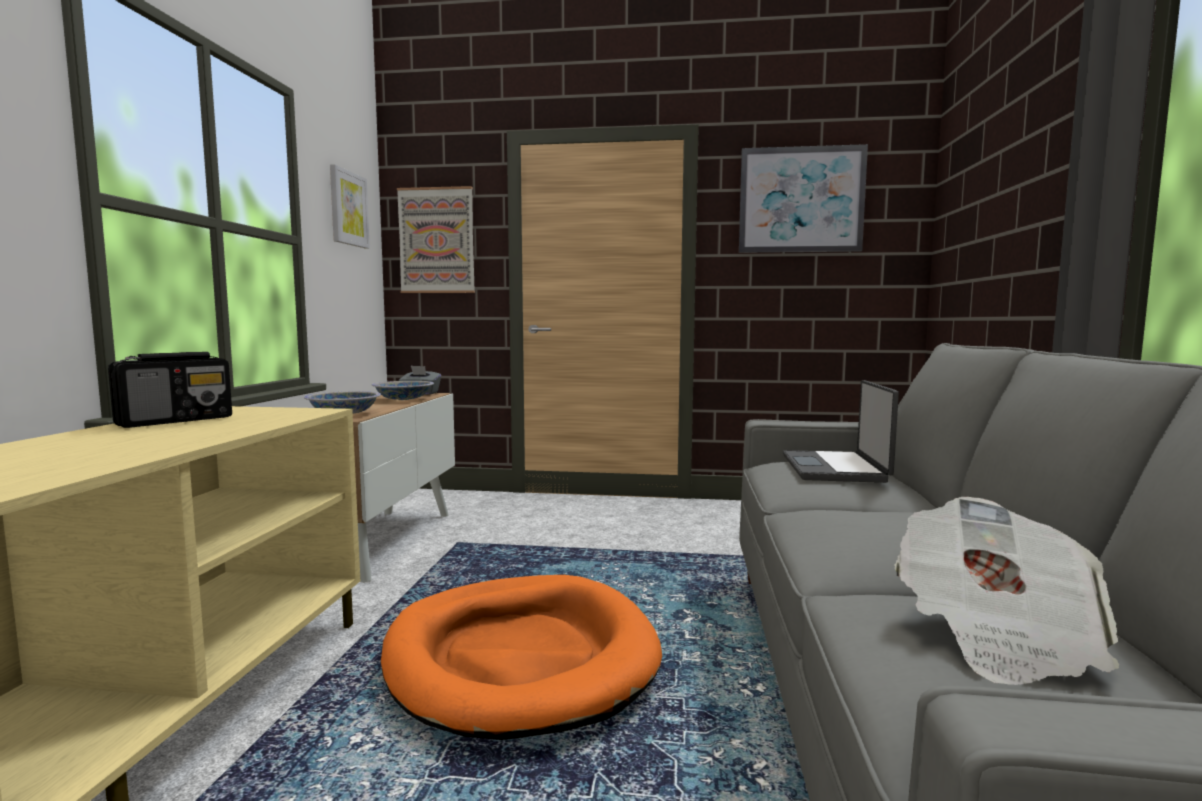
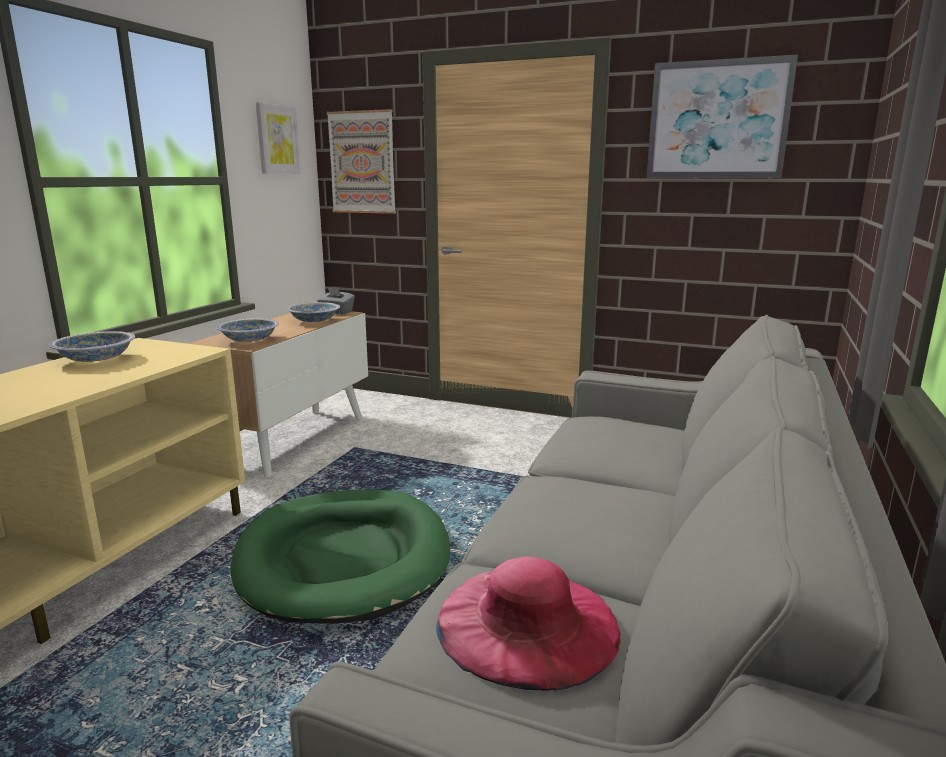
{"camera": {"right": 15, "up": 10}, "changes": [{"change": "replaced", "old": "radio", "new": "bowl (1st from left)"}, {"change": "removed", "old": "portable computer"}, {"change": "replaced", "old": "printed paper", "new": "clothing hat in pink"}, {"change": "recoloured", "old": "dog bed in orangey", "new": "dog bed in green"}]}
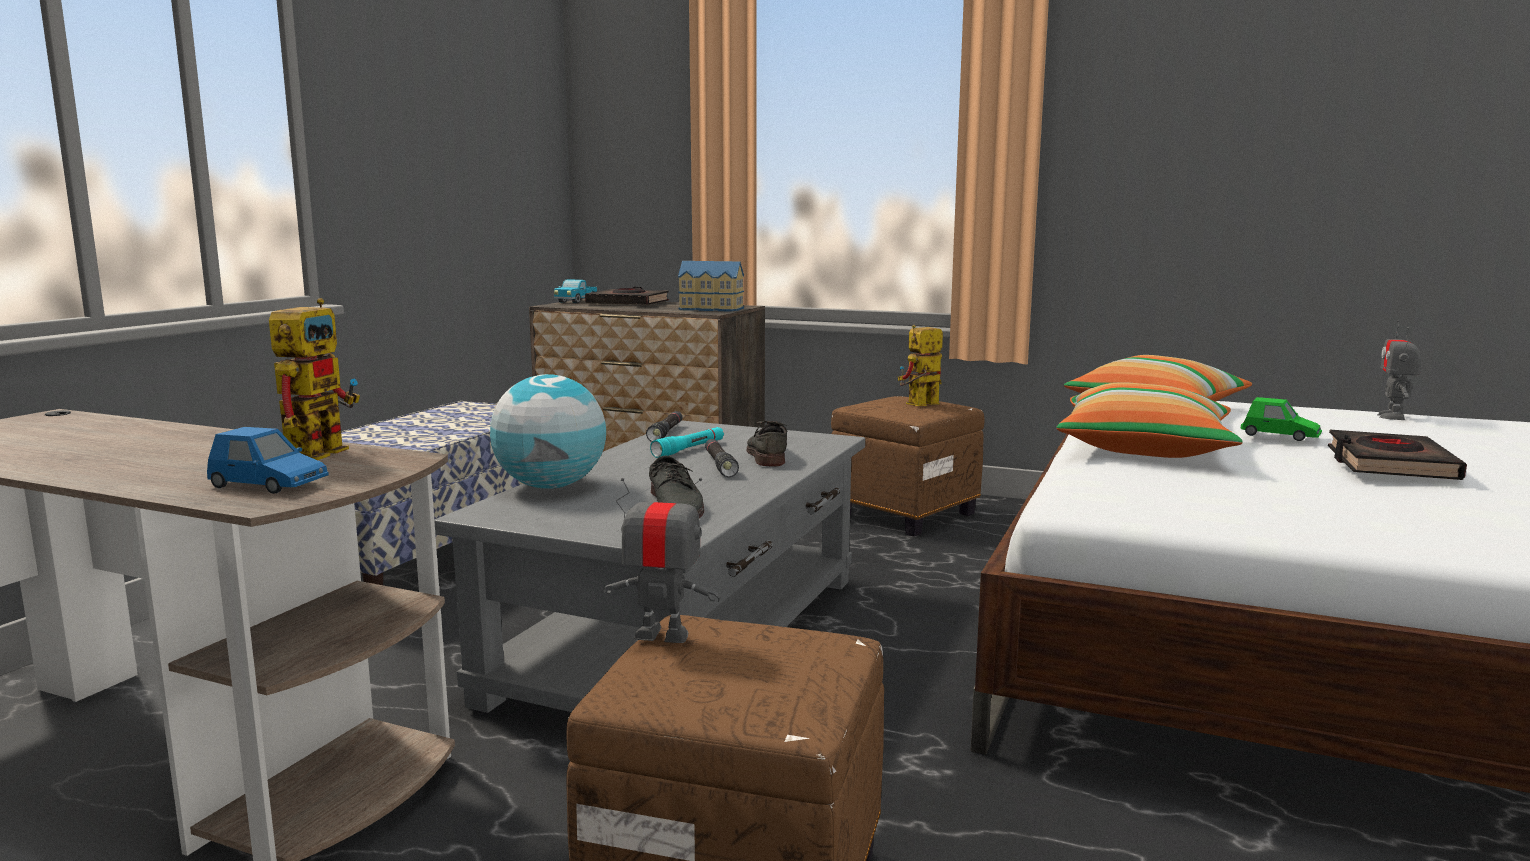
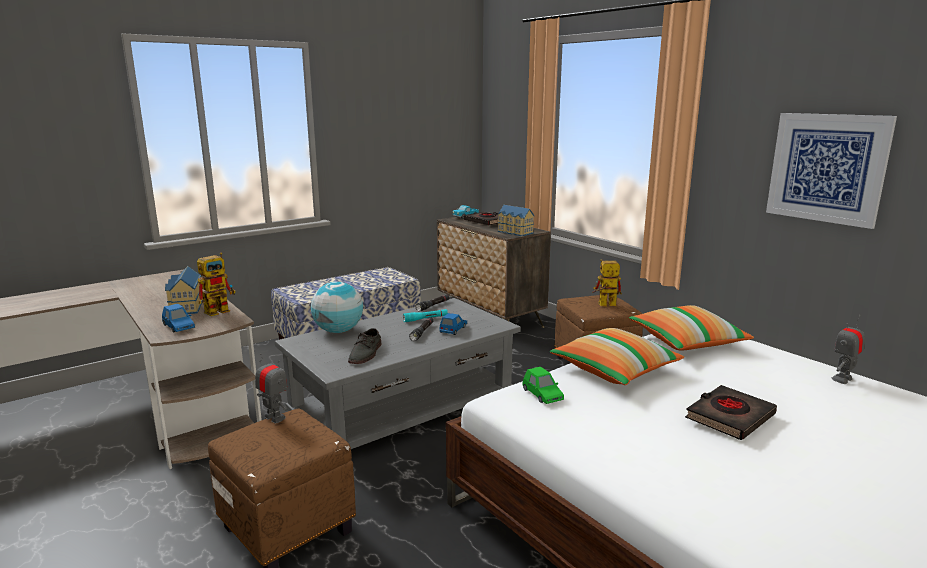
{"camera": {"right": 30, "up": 5}, "changes": [{"change": "moved", "old": "toy car in green"}, {"change": "replaced", "old": "low shoe in greyish (2nd from left)", "new": "toy car in bluish (2nd from left)"}, {"change": "added", "new": "wall art"}, {"change": "added", "new": "model house (1st from left)"}]}
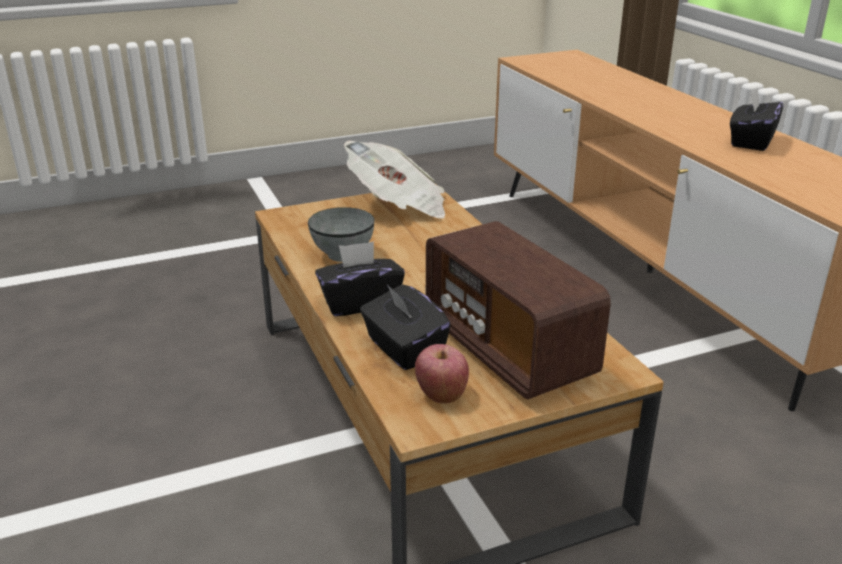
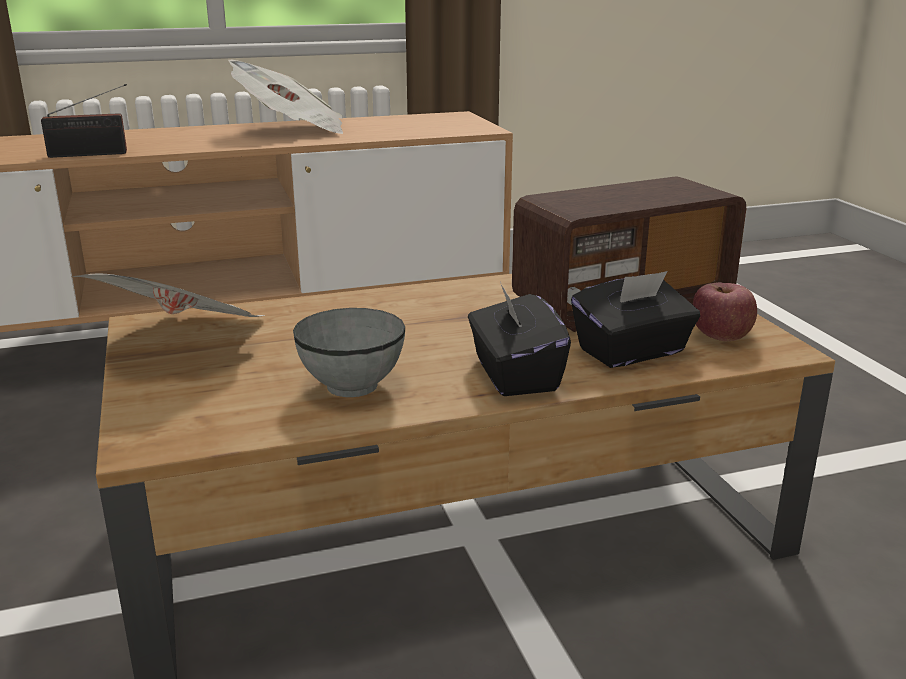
{"camera": {"right": -85, "up": -5}, "changes": [{"change": "replaced", "old": "box of tissues in blackish (3rd from left)", "new": "printed paper (2nd from left)"}, {"change": "added", "new": "radio (1st from left)"}]}
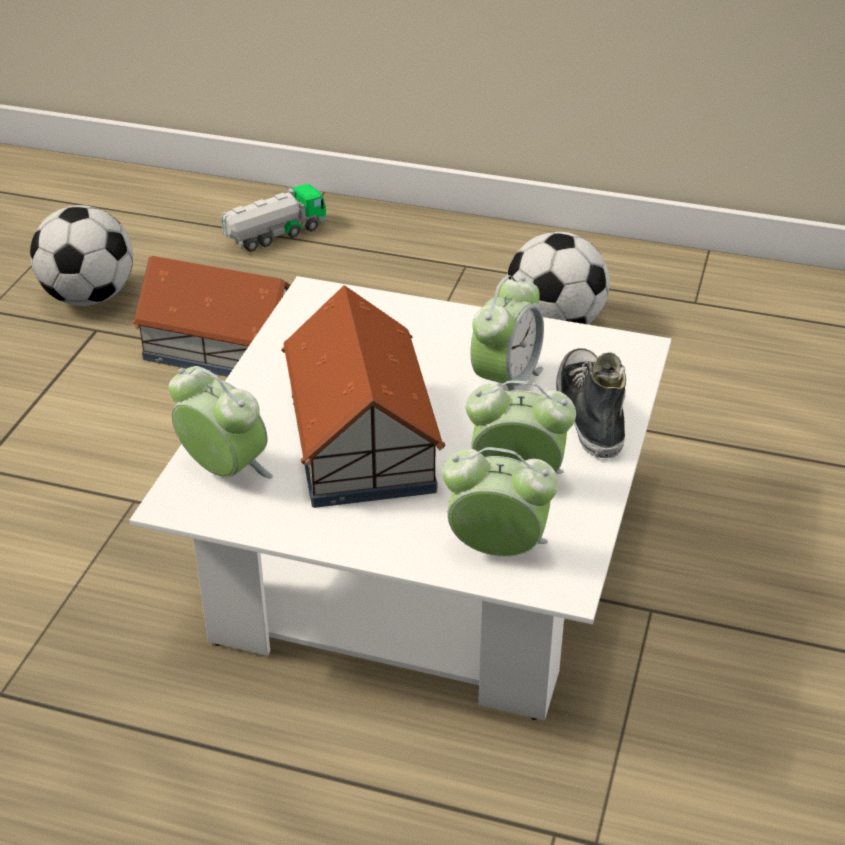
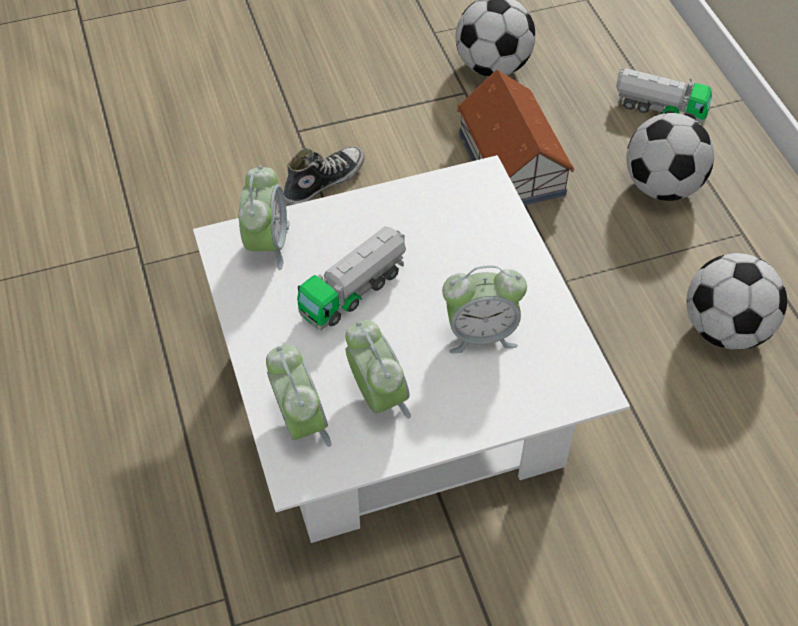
{"camera": {"right": 55, "up": 15}, "changes": [{"change": "replaced", "old": "model house (2nd from left)", "new": "toy truck (1st from left)"}, {"change": "moved", "old": "low shoe"}, {"change": "added", "new": "football ball (2nd from left)"}]}
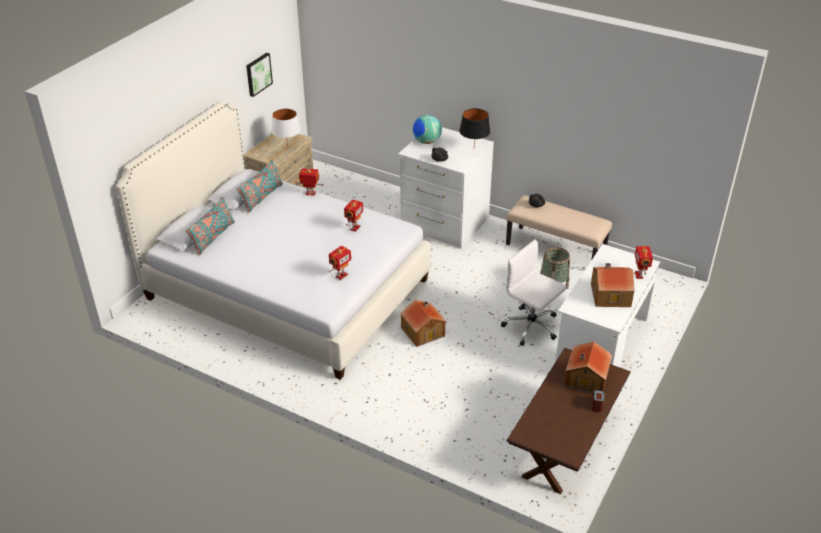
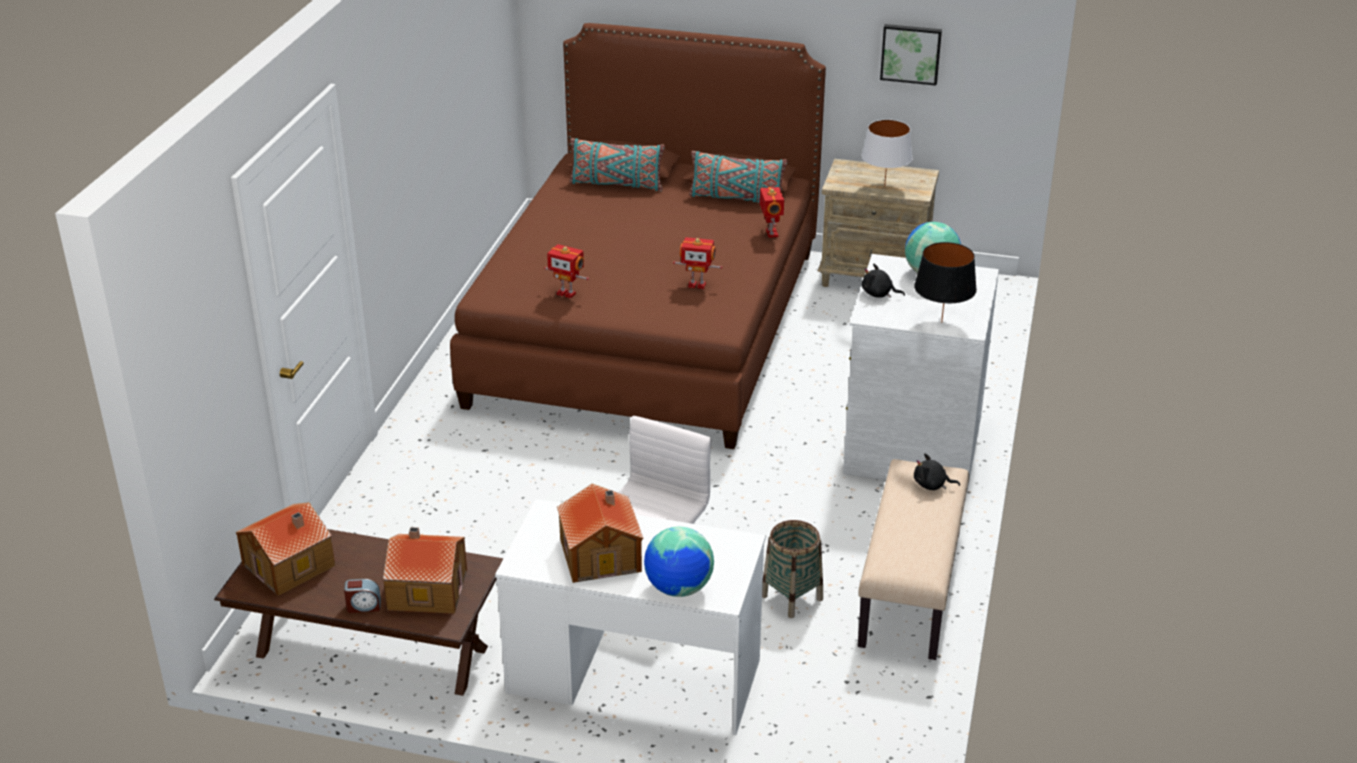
{"camera": {"right": 75, "up": -5}, "changes": [{"change": "recoloured", "old": "bedroom bed in white", "new": "bedroom bed in brownish"}, {"change": "replaced", "old": "toy robot (4th from left)", "new": "desk globe (1st from left)"}, {"change": "moved", "old": "model house (1st from left)"}]}
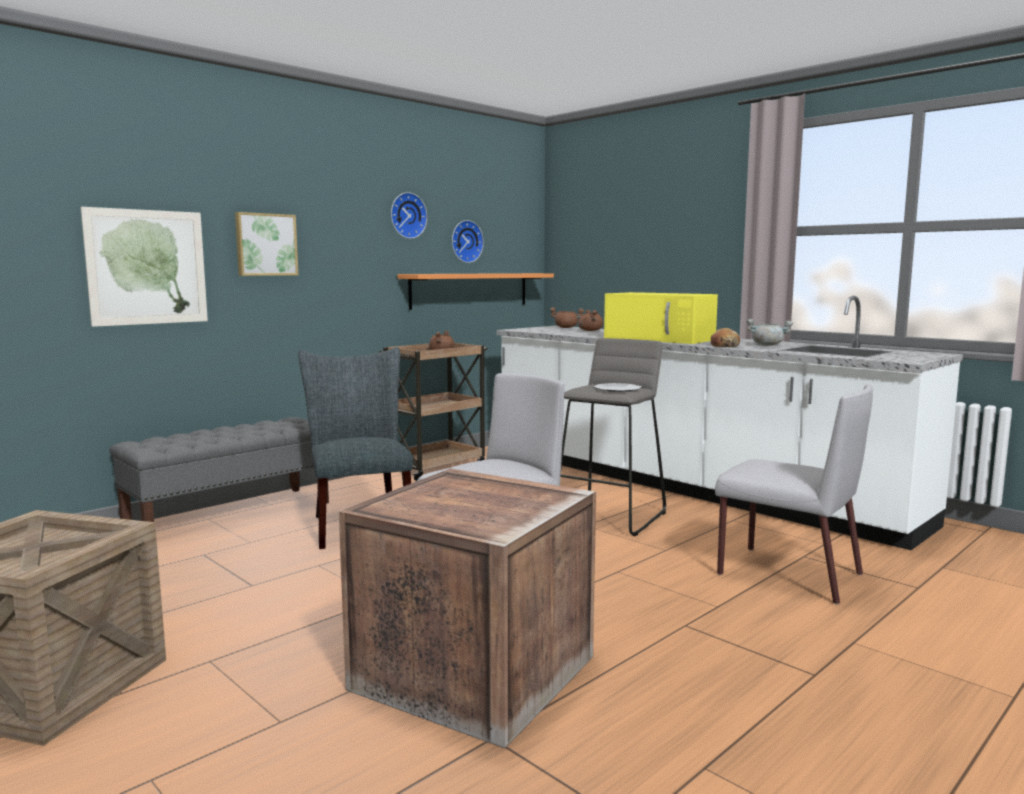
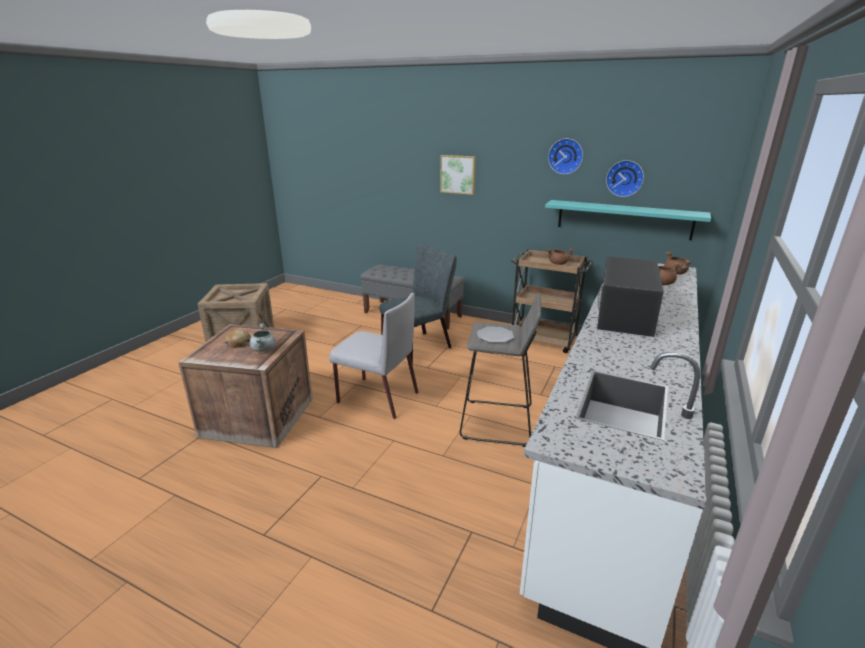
{"camera": {"right": 70, "up": 15}, "changes": [{"change": "removed", "old": "wall art (1st from left)"}, {"change": "recoloured", "old": "shelf in orangey", "new": "shelf in turquoise"}, {"change": "recoloured", "old": "microwave in yellow-coloured", "new": "microwave in blackish"}, {"change": "moved", "old": "cooking pot in greyish"}, {"change": "moved", "old": "bread"}, {"change": "removed", "old": "upright chair in greyish (3rd from left)"}]}
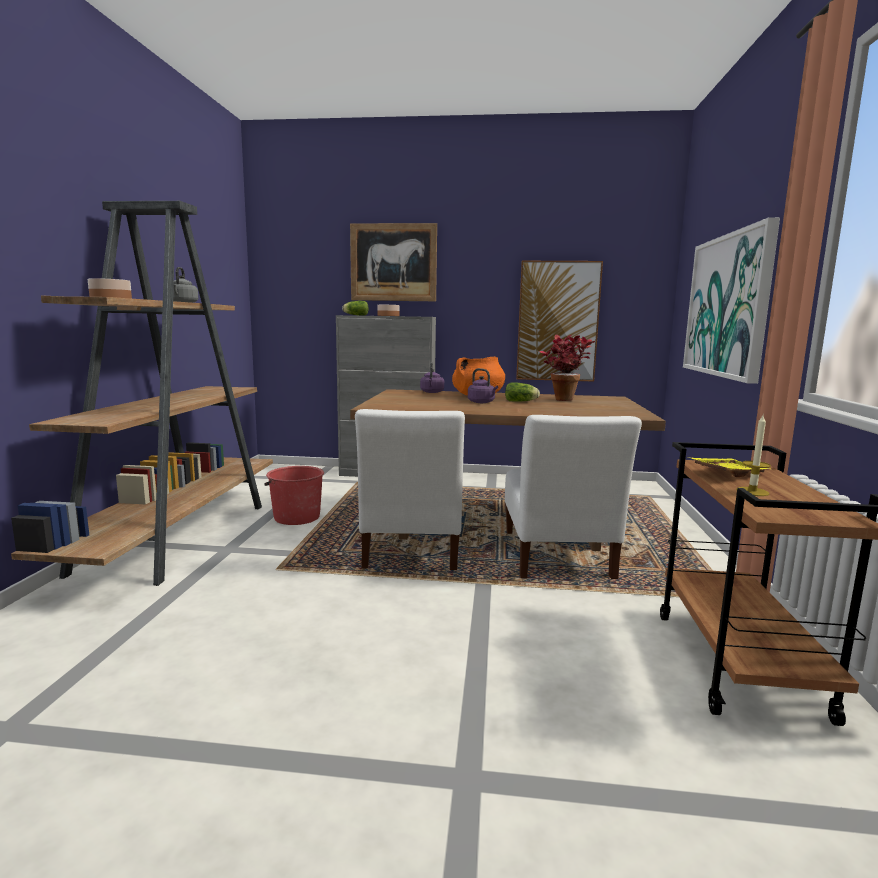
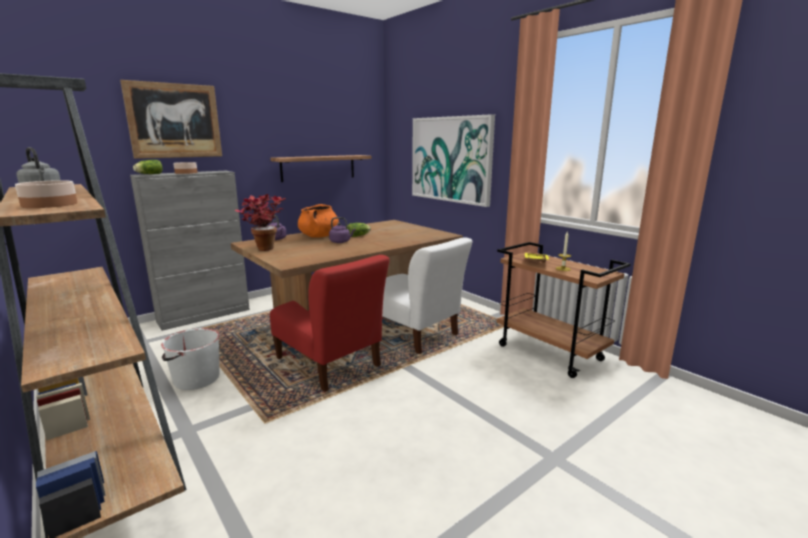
{"camera": {"right": -45, "up": 5}, "changes": [{"change": "replaced", "old": "wall art (2nd from left)", "new": "shelf"}, {"change": "moved", "old": "plant in a pot"}, {"change": "recoloured", "old": "upright chair in white (1st from left)", "new": "upright chair in reddish"}, {"change": "recoloured", "old": "bucket in reddish", "new": "bucket in white"}]}
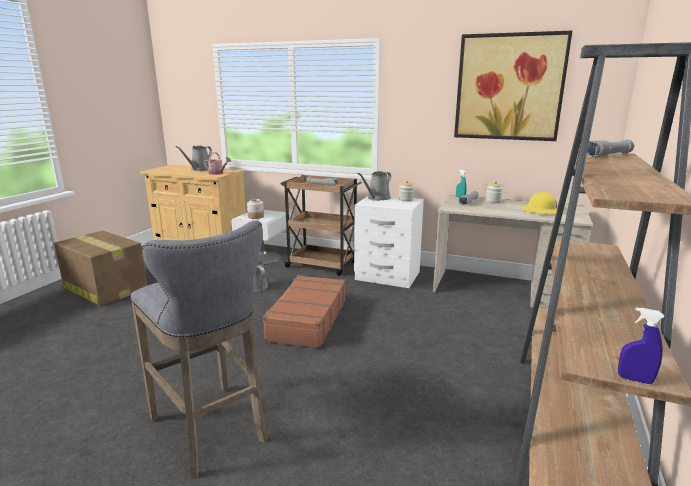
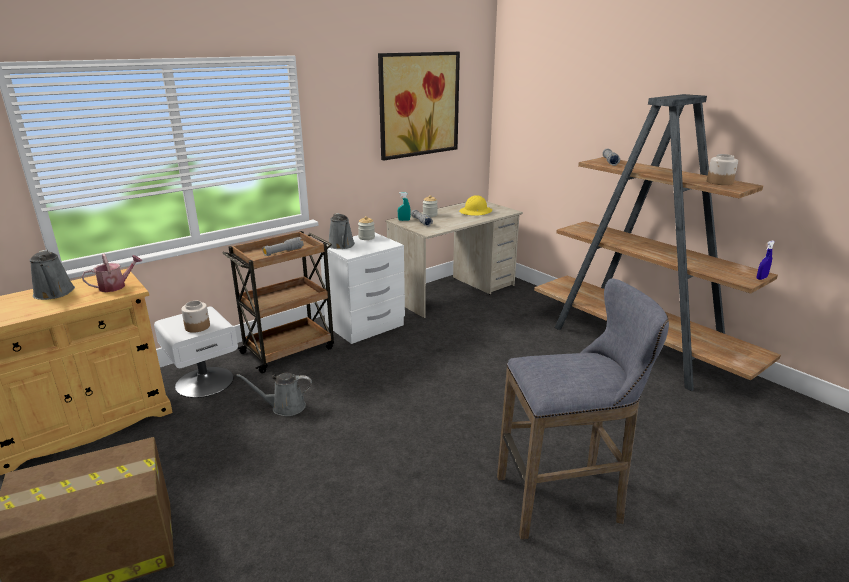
{"camera": {"right": -60, "up": 5}, "changes": [{"change": "removed", "old": "suitcase in brownish"}, {"change": "added", "new": "jar (4th from left)"}]}
